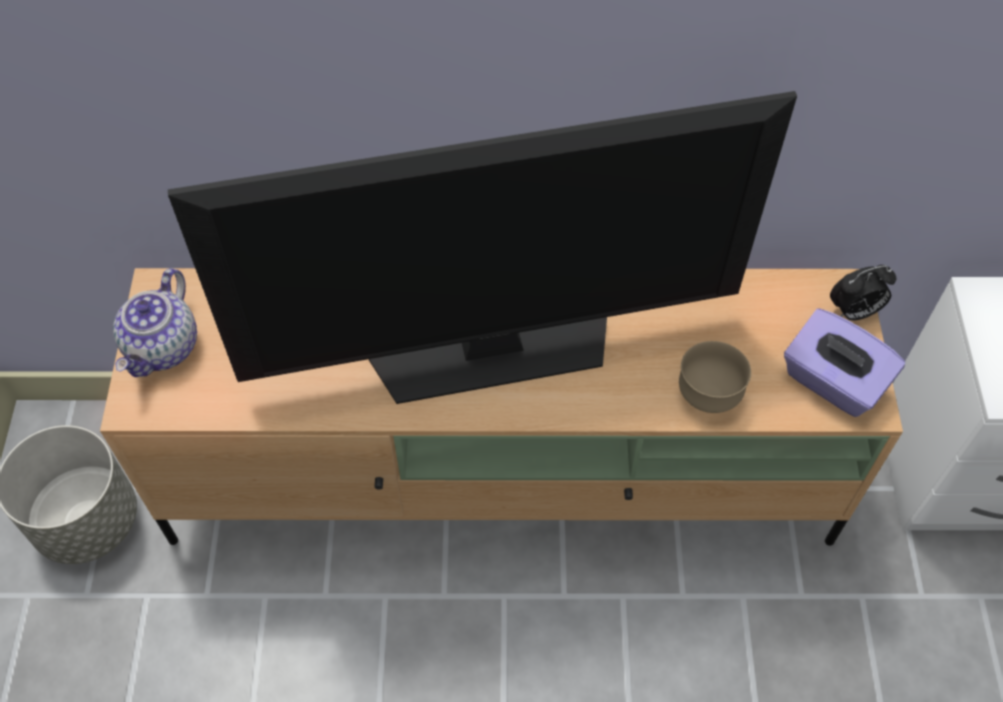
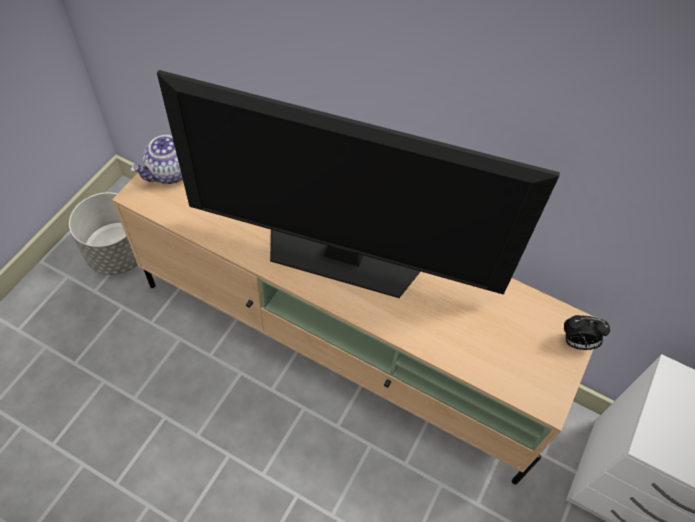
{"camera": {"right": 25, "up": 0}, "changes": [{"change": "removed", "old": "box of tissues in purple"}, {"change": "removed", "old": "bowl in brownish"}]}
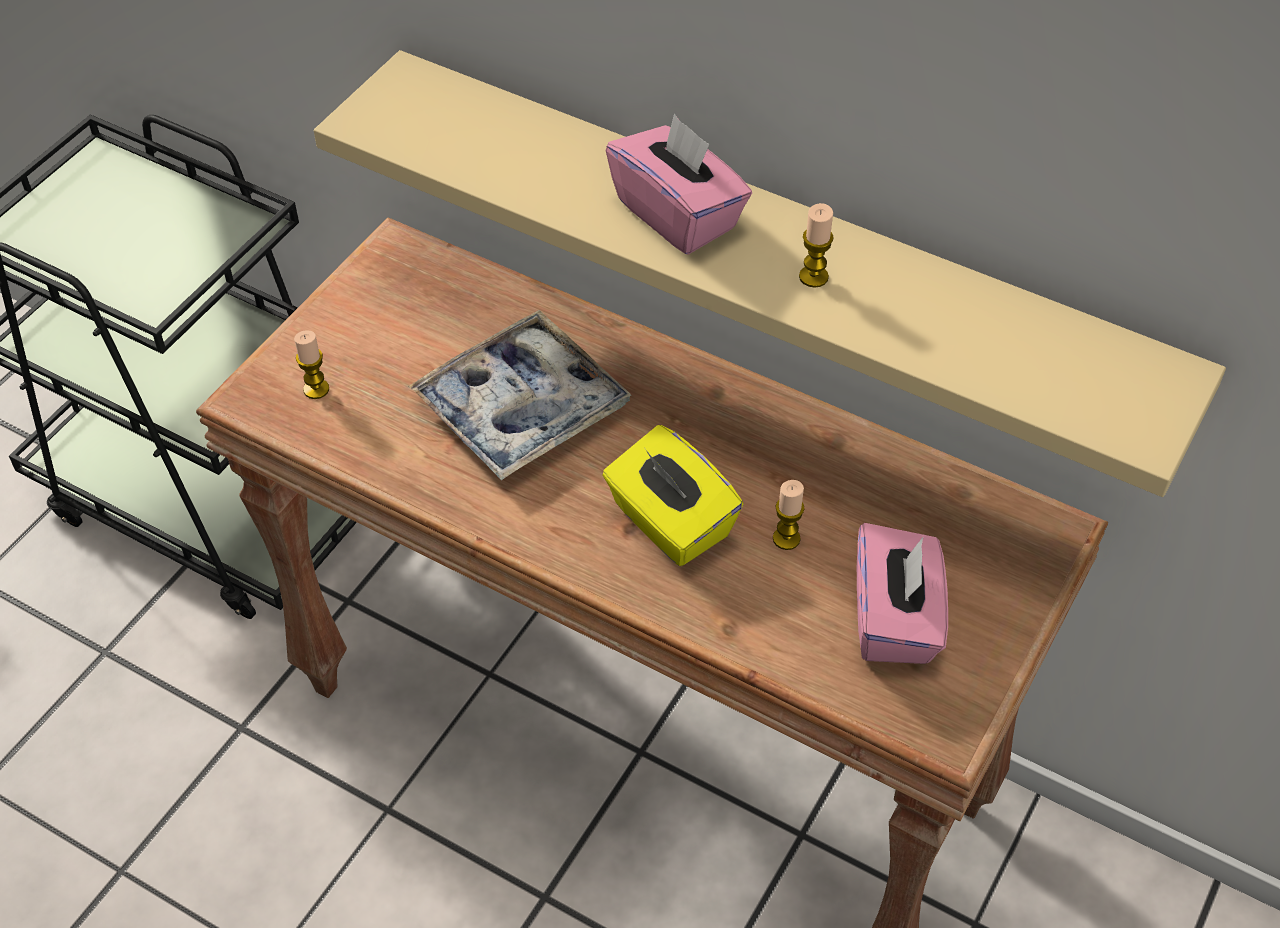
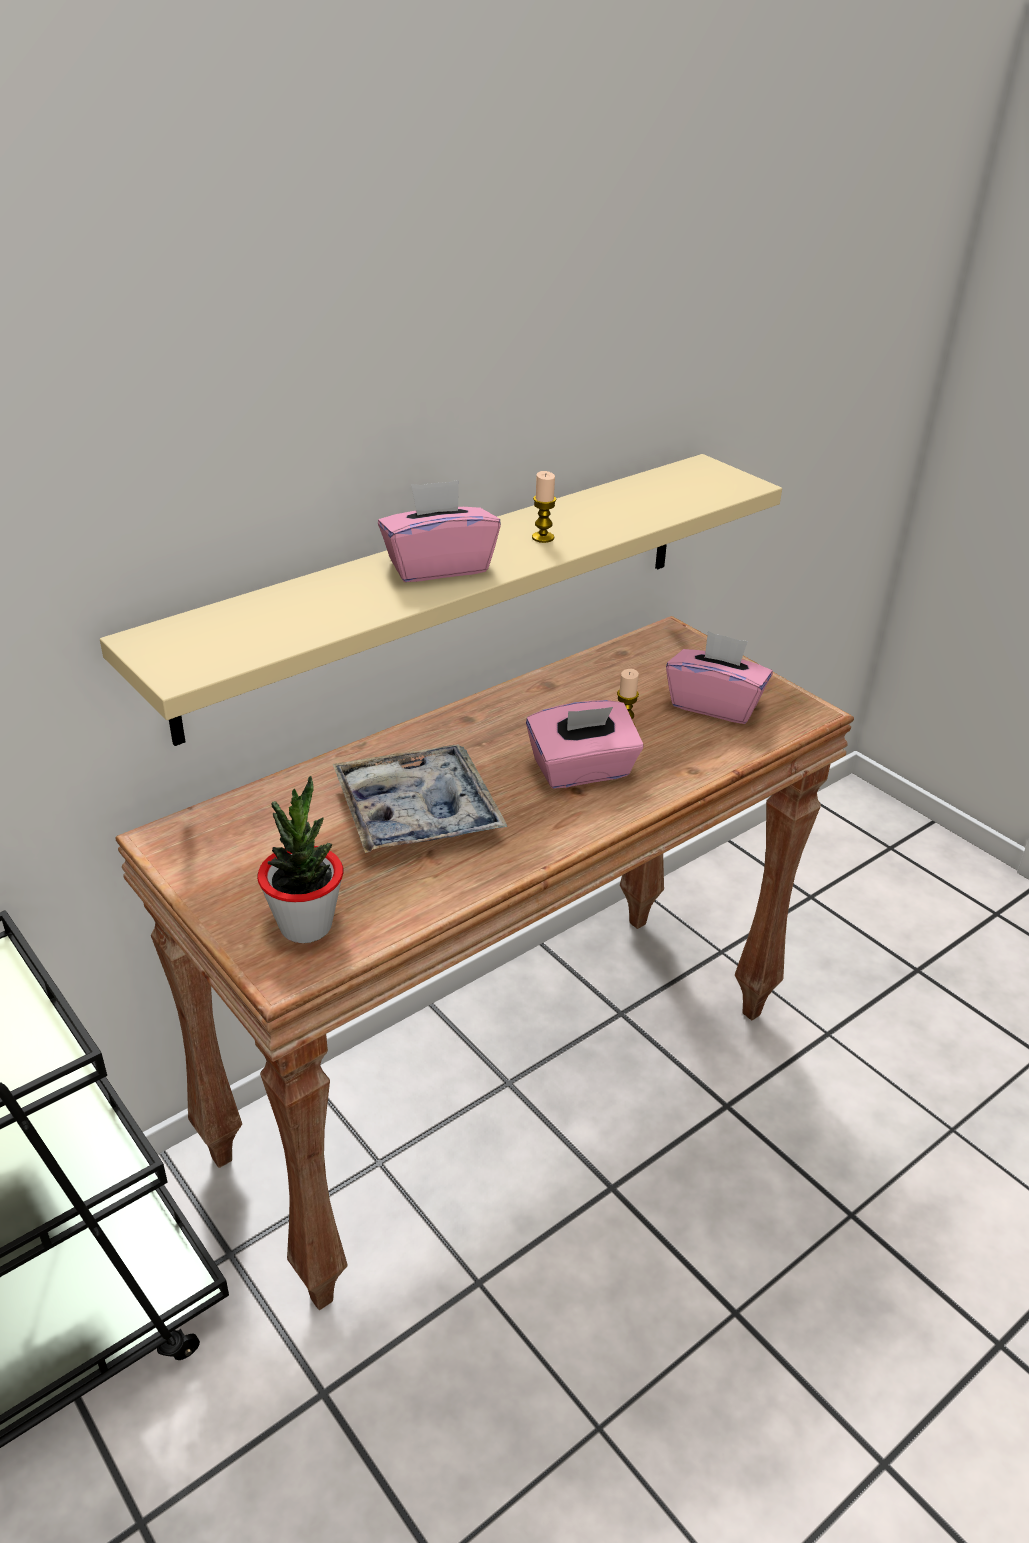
{"camera": {"right": -70, "up": -15}, "changes": [{"change": "replaced", "old": "wax candle (1st from left)", "new": "plant in a pot"}, {"change": "recoloured", "old": "box of tissues in yellow-coloured", "new": "box of tissues in pink (2nd from left)"}]}
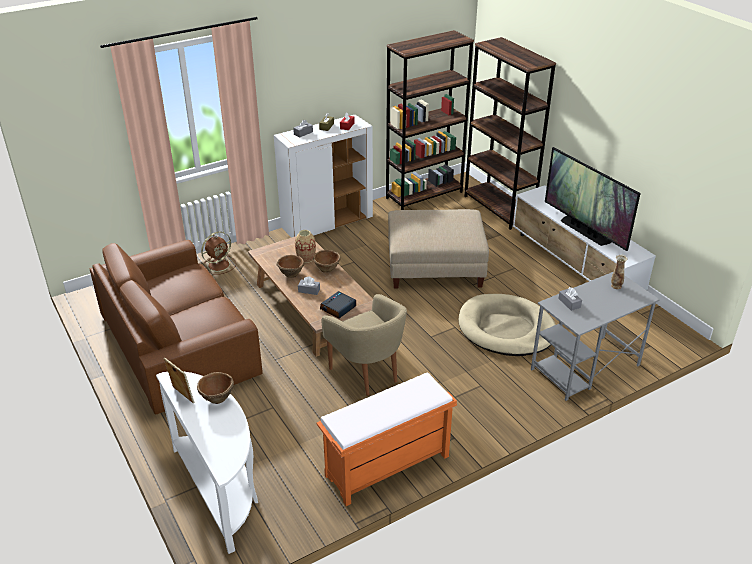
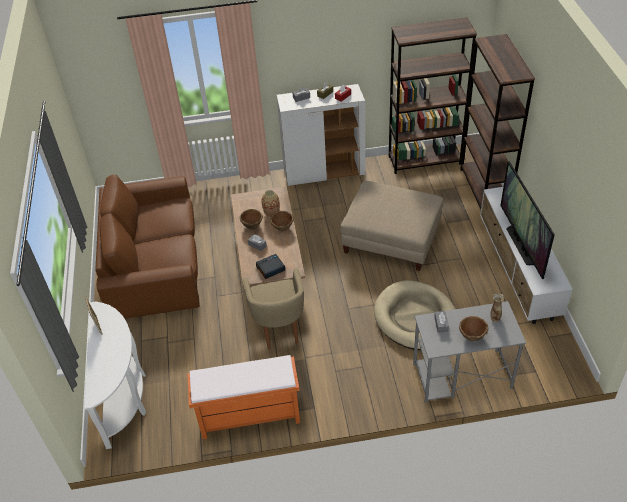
{"camera": {"right": 25, "up": 10}, "changes": [{"change": "removed", "old": "cooling fan in brownish"}, {"change": "moved", "old": "bowl in brownish (1st from left in the first image)", "new": "bowl in brownish (3rd from left)"}]}
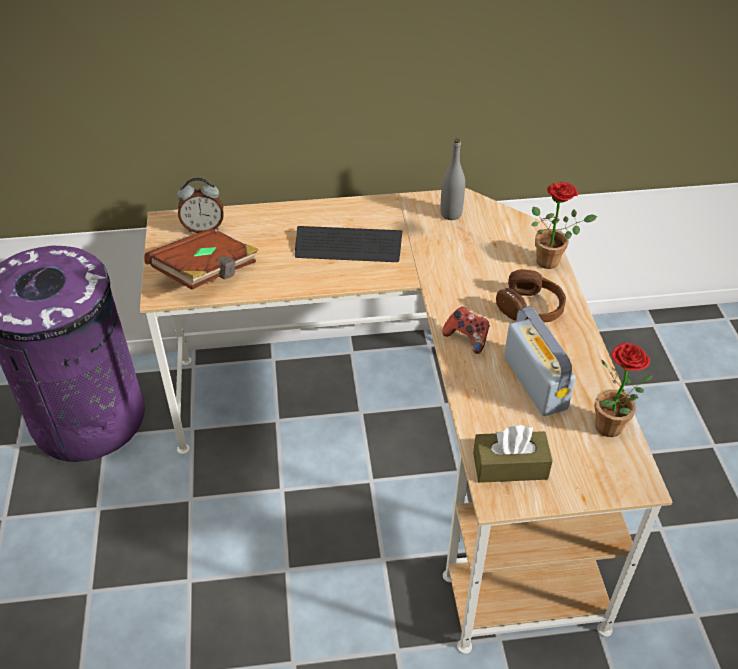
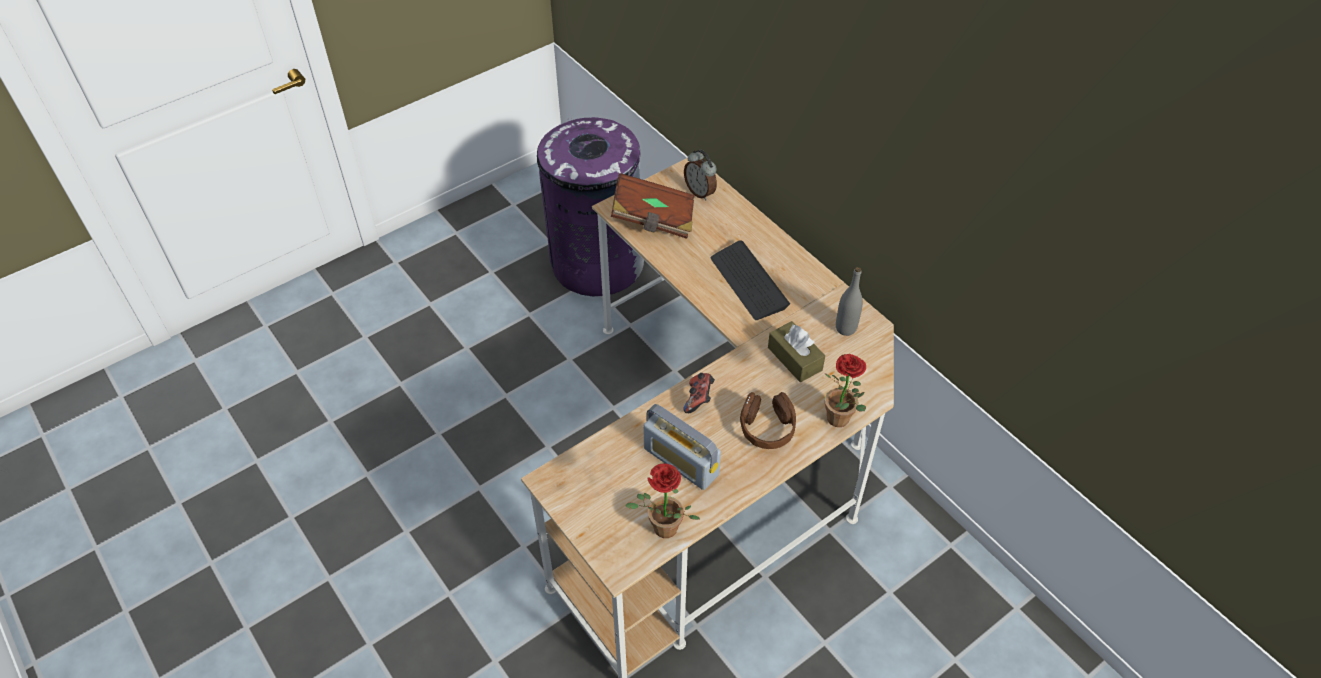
{"camera": {"right": 60, "up": 5}, "changes": [{"change": "turned", "old": "radio", "degrees": 90}, {"change": "moved", "old": "box of tissues in brownish"}]}
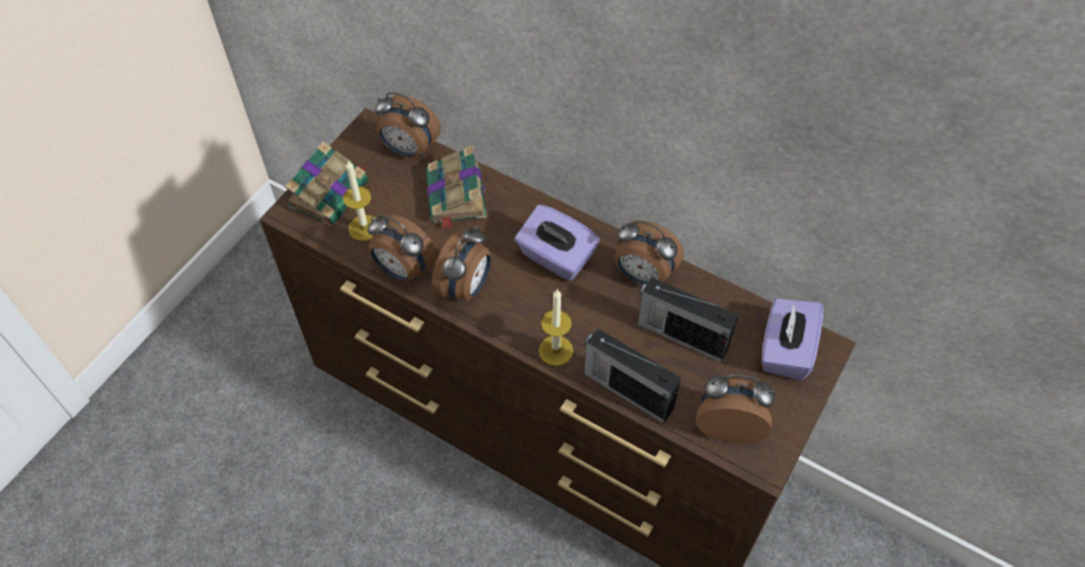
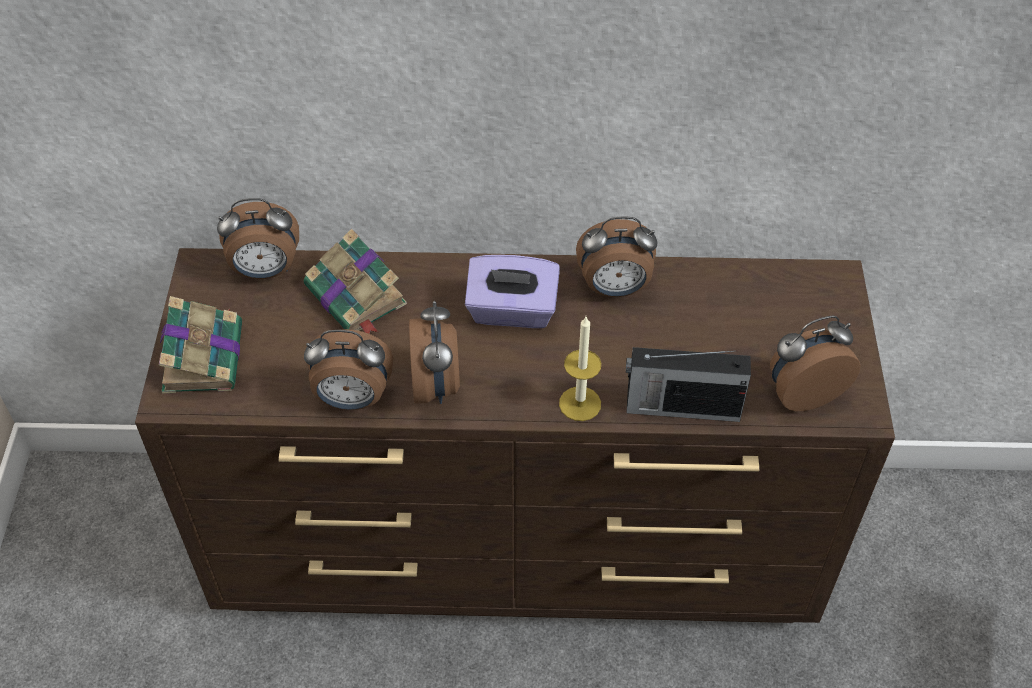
{"camera": {"right": -30, "up": -5}, "changes": [{"change": "removed", "old": "wax candle (1st from left)"}, {"change": "removed", "old": "radio (2nd from left)"}, {"change": "removed", "old": "box of tissues in purple (2nd from left)"}]}
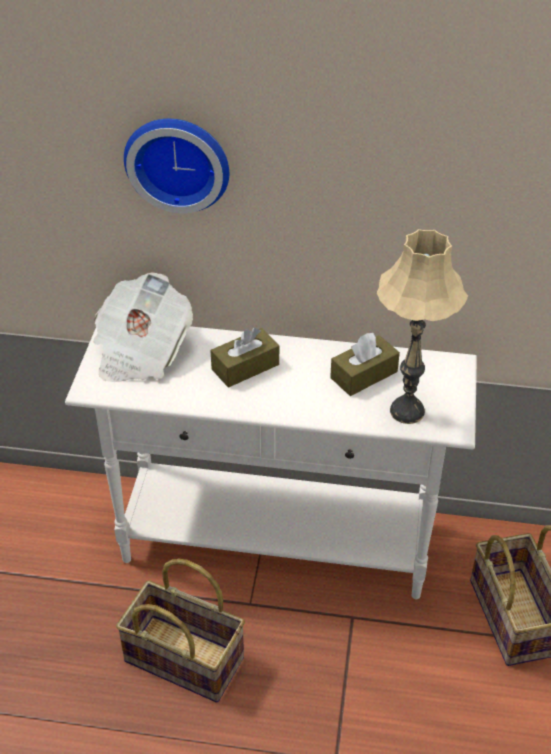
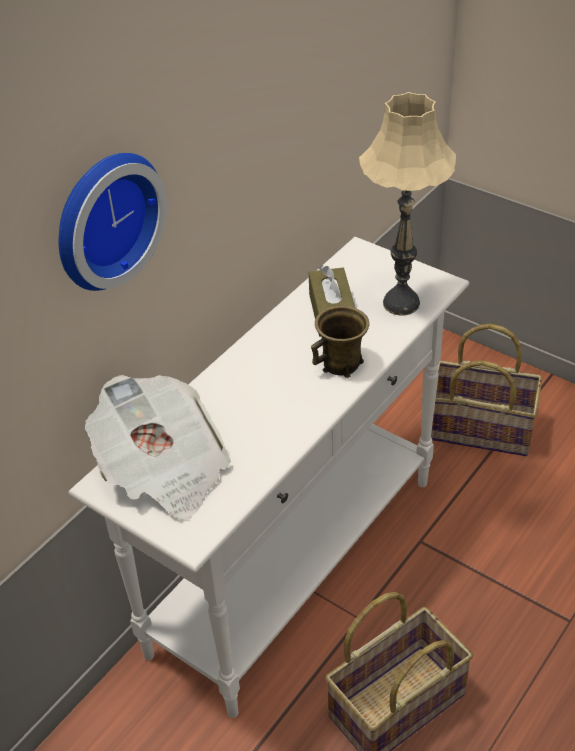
{"camera": {"right": -60, "up": 0}, "changes": [{"change": "removed", "old": "box of tissues in brownish (1st from left)"}, {"change": "added", "new": "mug in brownish"}]}
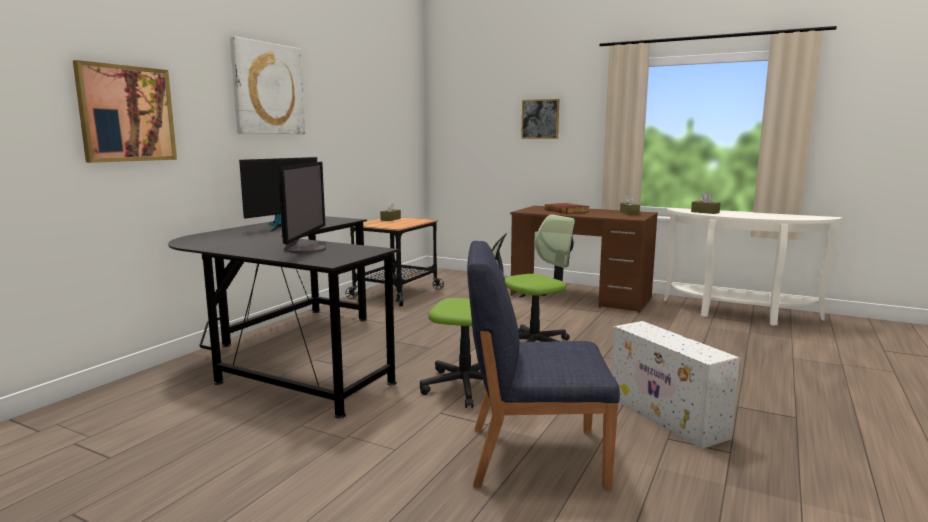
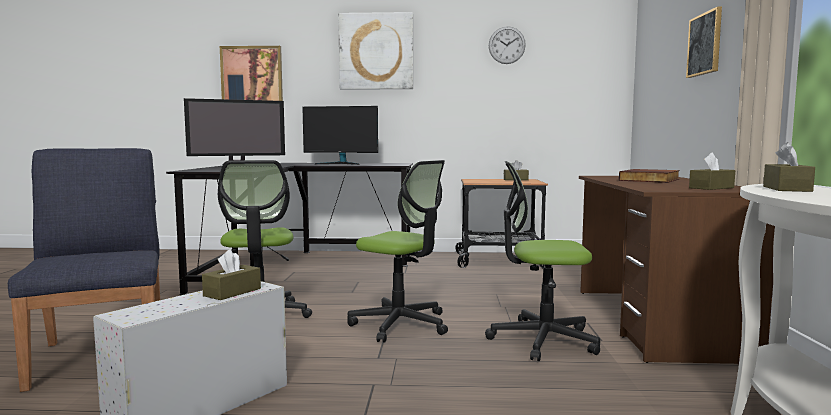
{"camera": {"right": 65, "up": -5}, "changes": [{"change": "added", "new": "hanging clock"}, {"change": "added", "new": "desk chair (3rd from left)"}, {"change": "added", "new": "box of tissues in brownish (1st from left)"}]}
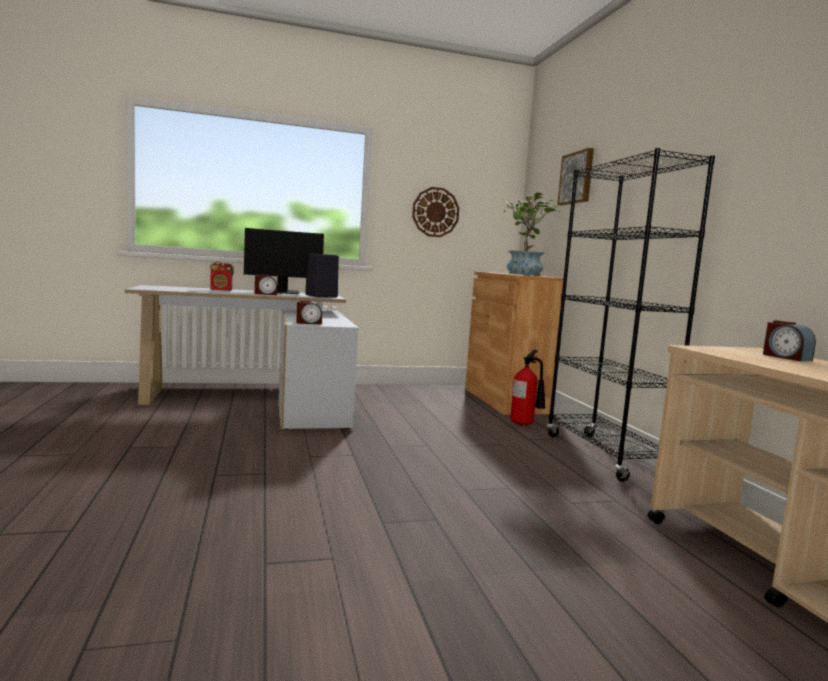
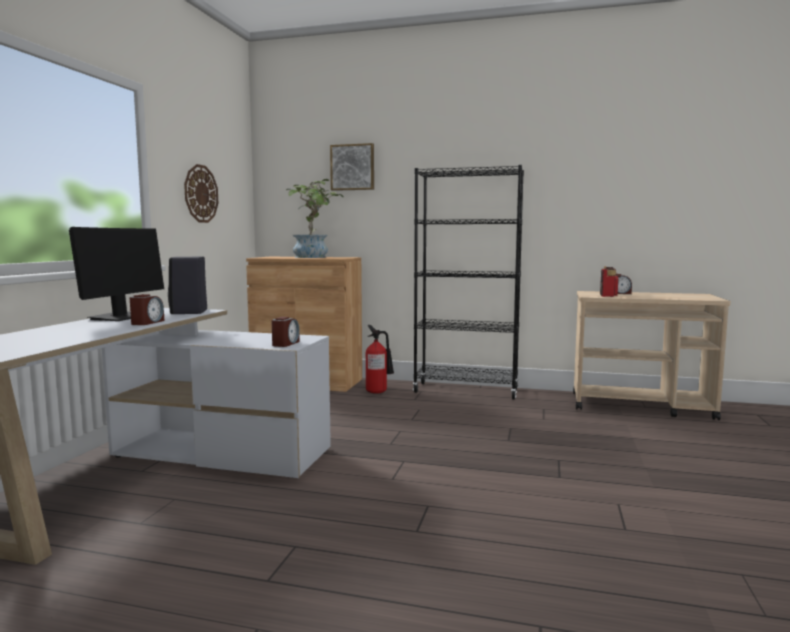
{"camera": {"right": -60, "up": 0}, "changes": [{"change": "moved", "old": "radio"}]}
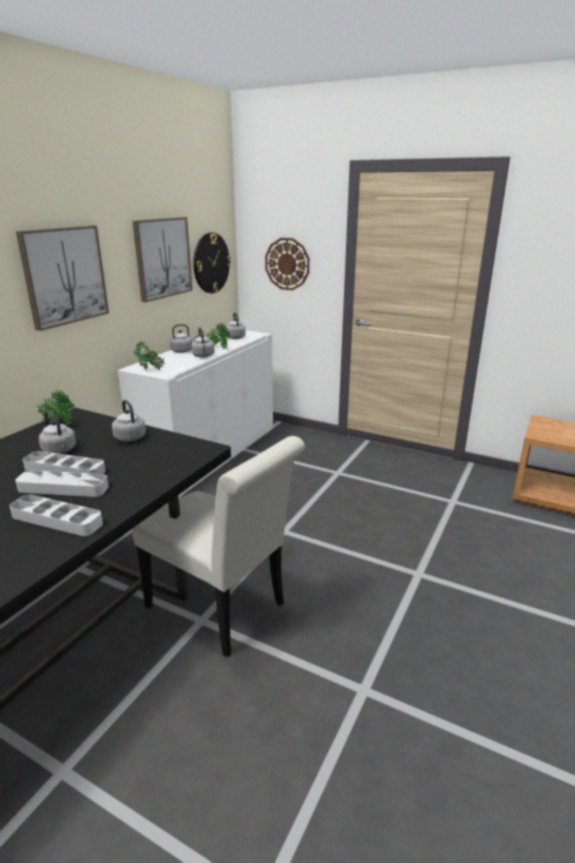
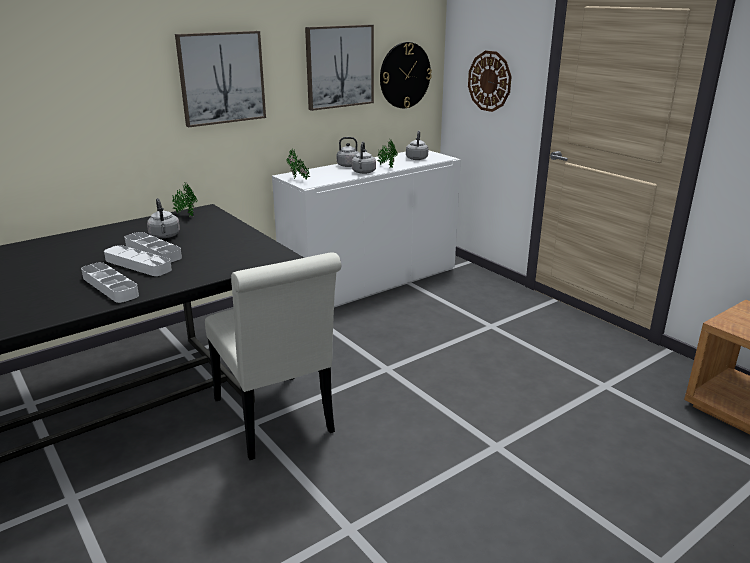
{"camera": {"right": 25, "up": 0}, "changes": [{"change": "removed", "old": "water kettle in greyish (2nd from left)"}]}
